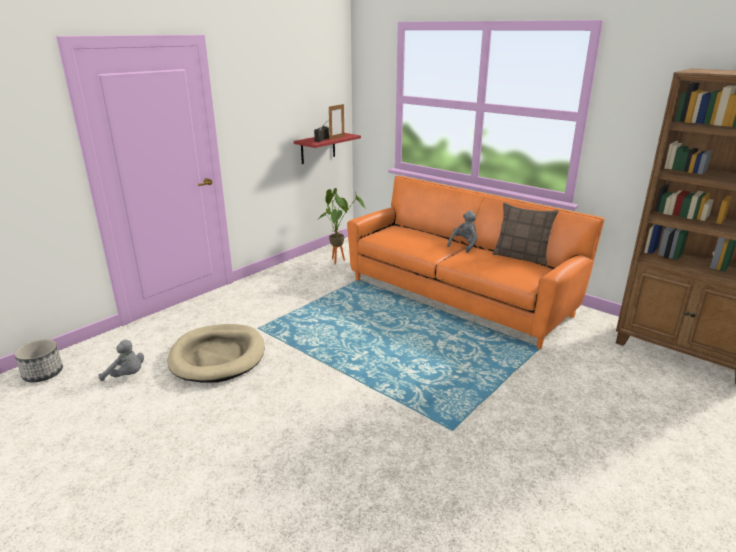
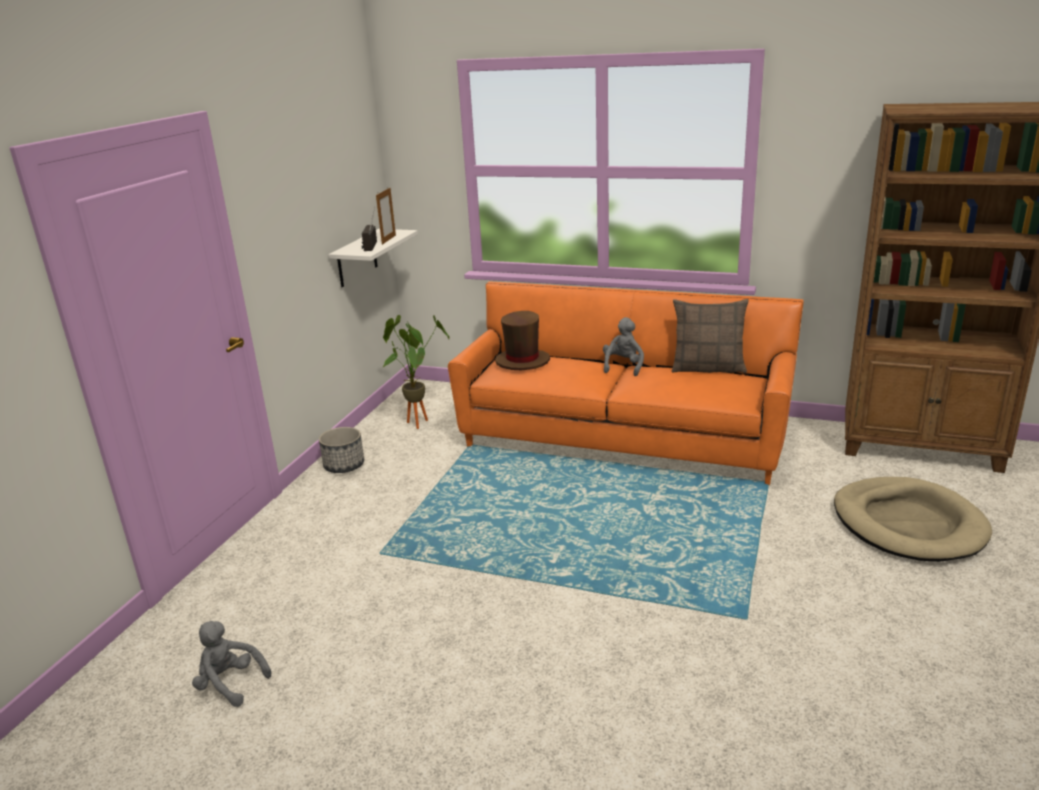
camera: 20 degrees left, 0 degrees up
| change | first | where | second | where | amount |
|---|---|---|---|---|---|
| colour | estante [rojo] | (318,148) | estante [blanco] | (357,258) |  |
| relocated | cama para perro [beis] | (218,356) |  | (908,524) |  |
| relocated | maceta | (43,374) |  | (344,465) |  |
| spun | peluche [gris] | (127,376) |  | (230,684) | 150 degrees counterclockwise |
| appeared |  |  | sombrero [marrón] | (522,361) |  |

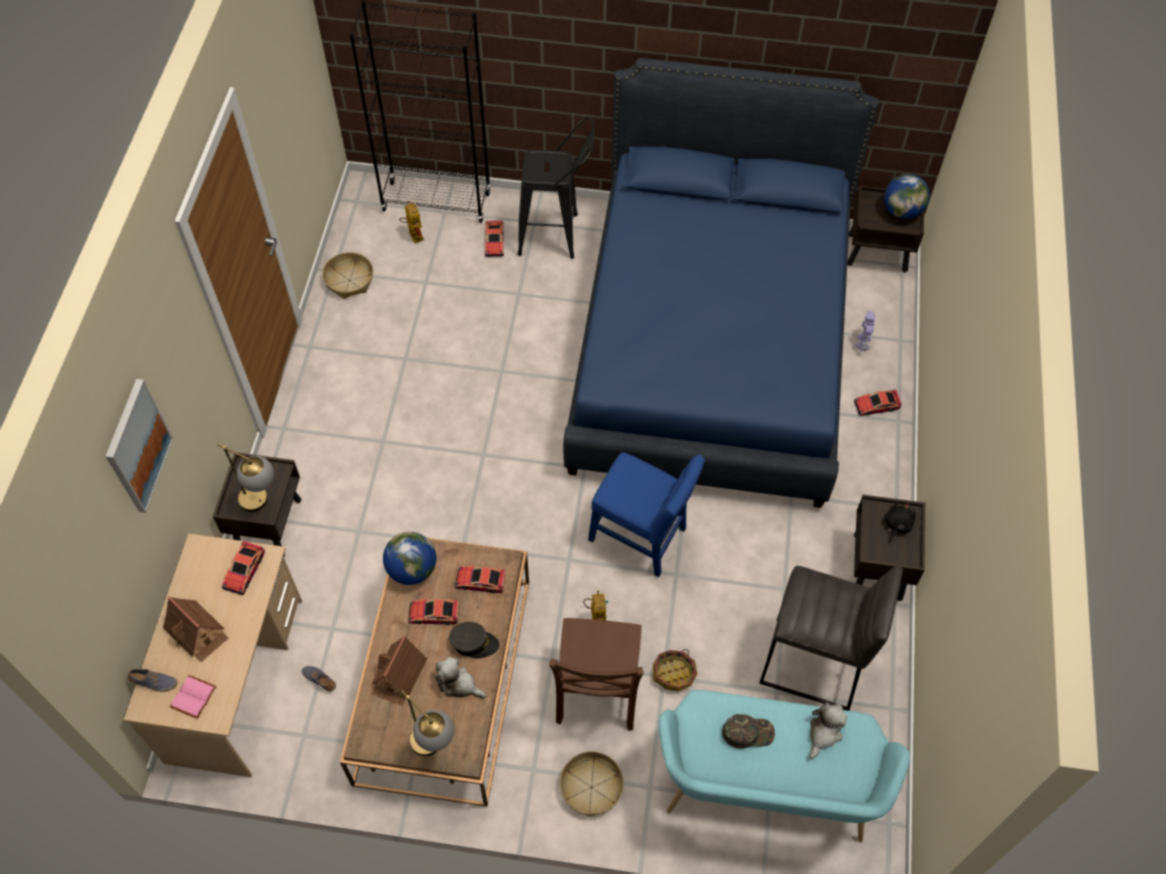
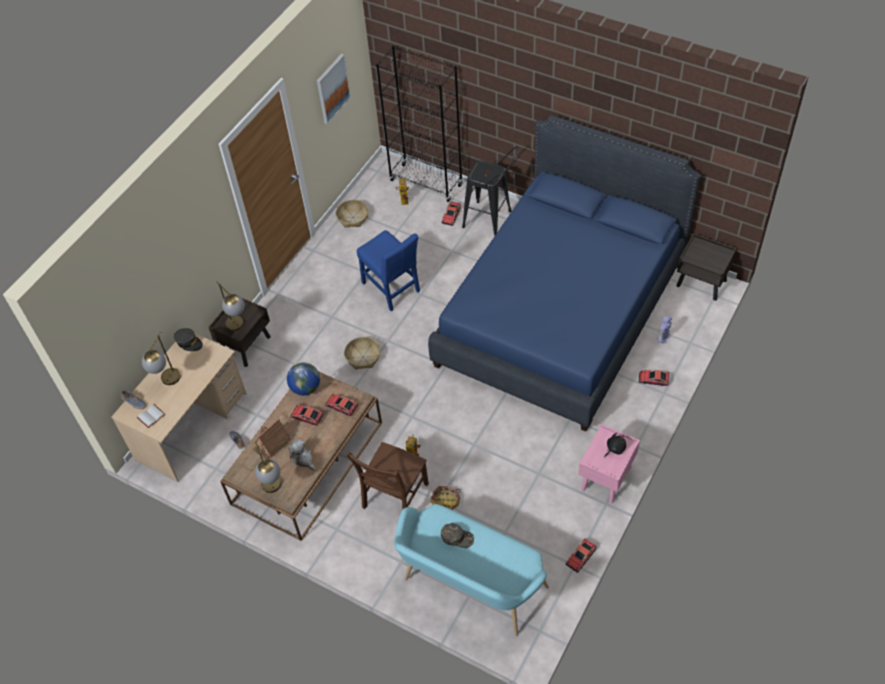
camera: 25 degrees right, 5 degrees down
| change | first | where | second | where | amount |
|---|---|---|---|---|---|
| missing | globo terráqueo | (902,211) |  |  |  |
| relocated | cuadro | (137,446) |  | (332,88) |  |
| relocated | silla [azul] | (641,537) |  | (392,289) |  |
| colour | mesita de noche [marrón] | (878,567) | mesita de noche [rosa] | (606,479) |  |
| relocated | coche de juguete | (244,571) |  | (580,557) |  |
| missing | taburete [gris] | (813,665) |  |  |  |
| exchanged | casita | (197,632) | lámpara de mesa | (168,383) |  |
| relocated | gorra [gris] | (474,643) |  | (189,342) |  |
| colour | libro [rosa] | (194,698) | libro [blanco] | (151,417) |  |
| missing | peluche | (824,733) |  |  |  |
| relocated | cesta | (591,787) |  | (363,357) |  |

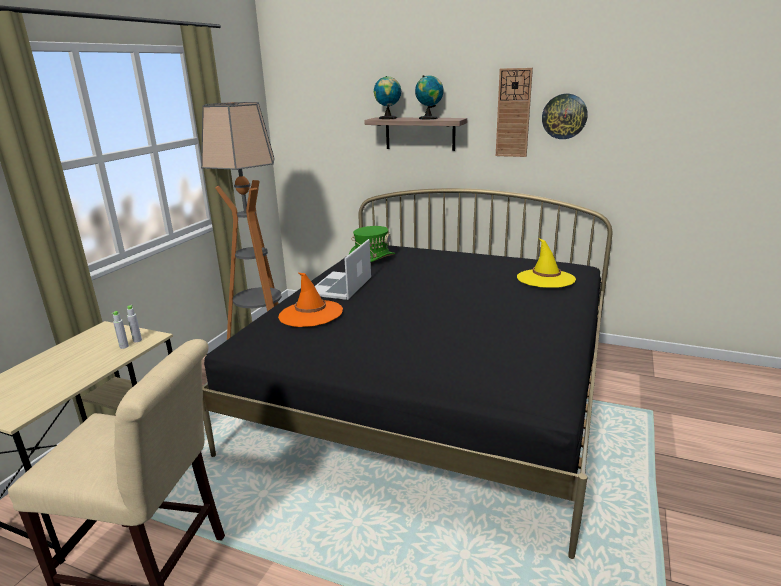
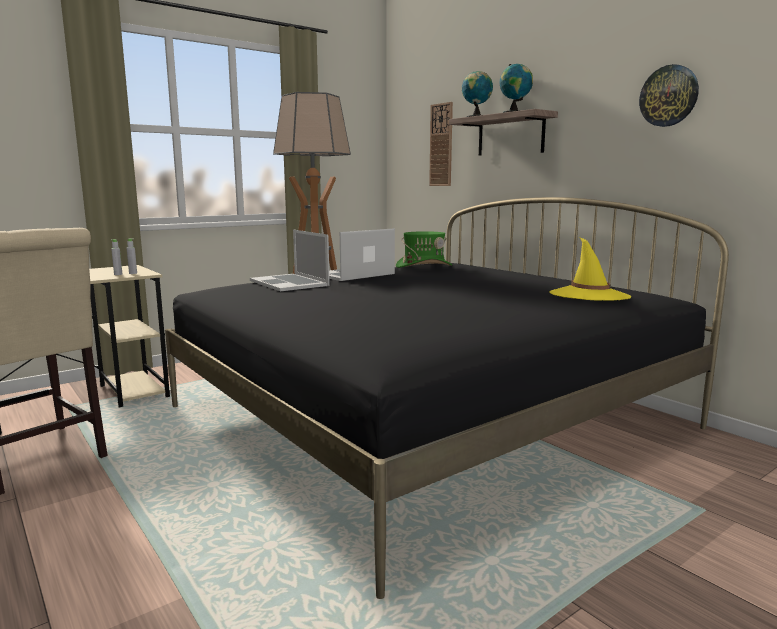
camera: 30 degrees right, 10 degrees down
| change | first | where | second | where | amount |
|---|---|---|---|---|---|
| relocated | reloj de pared | (513,113) |  | (441,145) |  |
| exchanged | sombrero [naranja] | (310,314) | portátil | (289,283) |  |

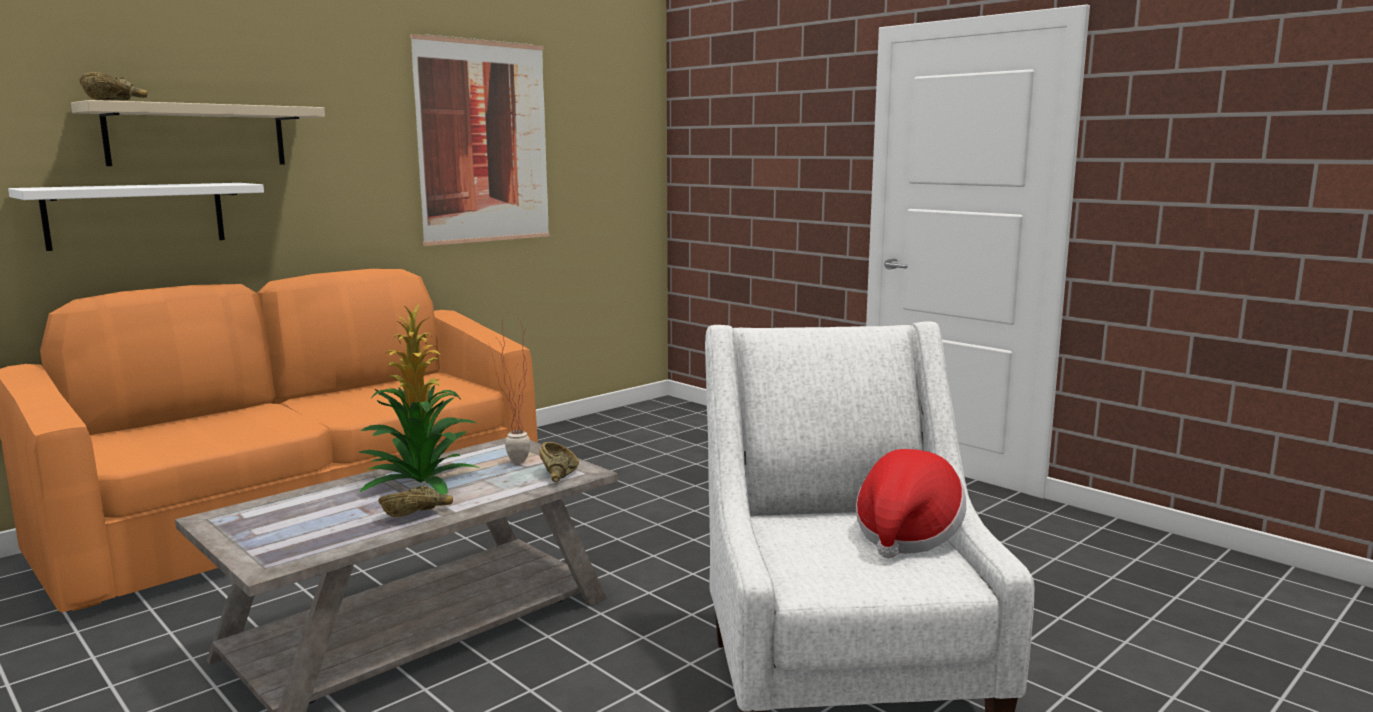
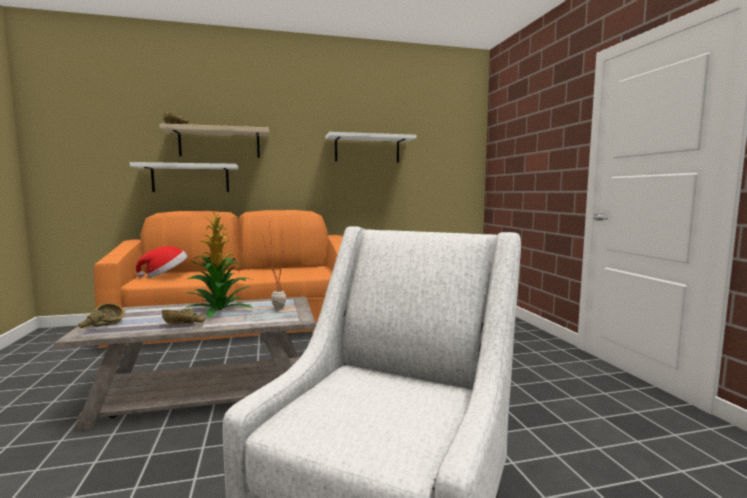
camera: 30 degrees right, 5 degrees down
| change | first | where | second | where | amount |
|---|---|---|---|---|---|
| exchanged | cuadro | (484,142) | estante [blanco] | (367,149) |  |
| relocated | cuenco [marrón] | (560,475) |  | (102,325) |  |
| relocated | sombrero | (906,536) |  | (165,276) |  |

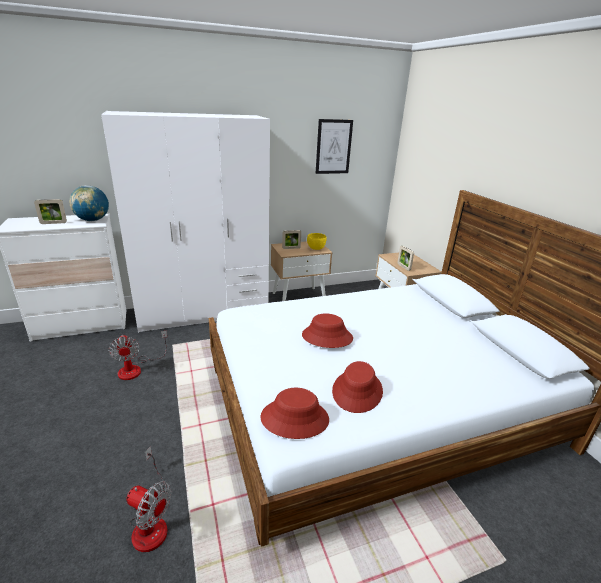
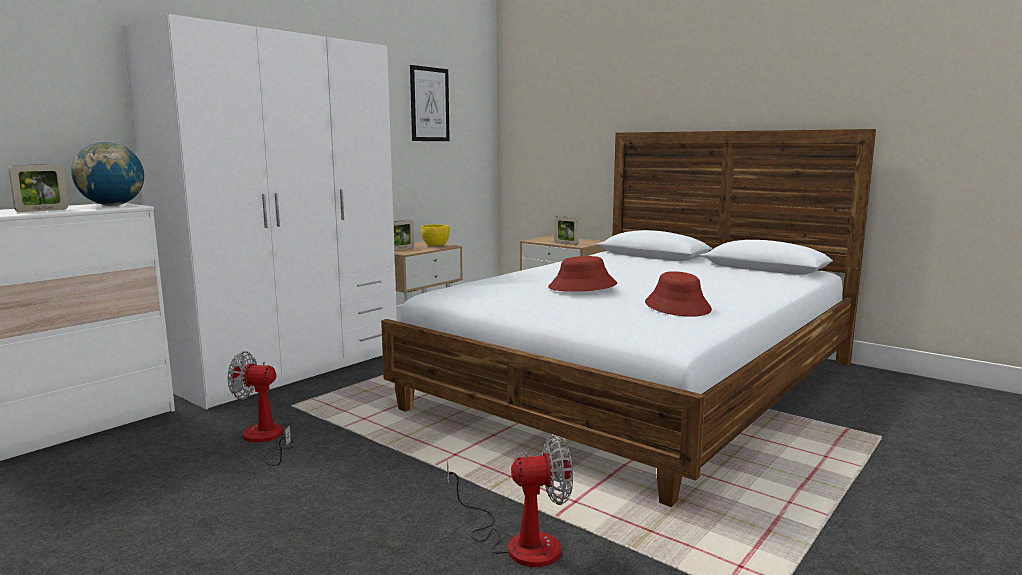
camera: 30 degrees left, 15 degrees down
| change | first | where | second | where | amount |
|---|---|---|---|---|---|
| spun | ventilador | (136,368) |  | (266,439) | 150 degrees clockwise |
| missing | sombrero [rojo] | (295,418) |  |  |  |

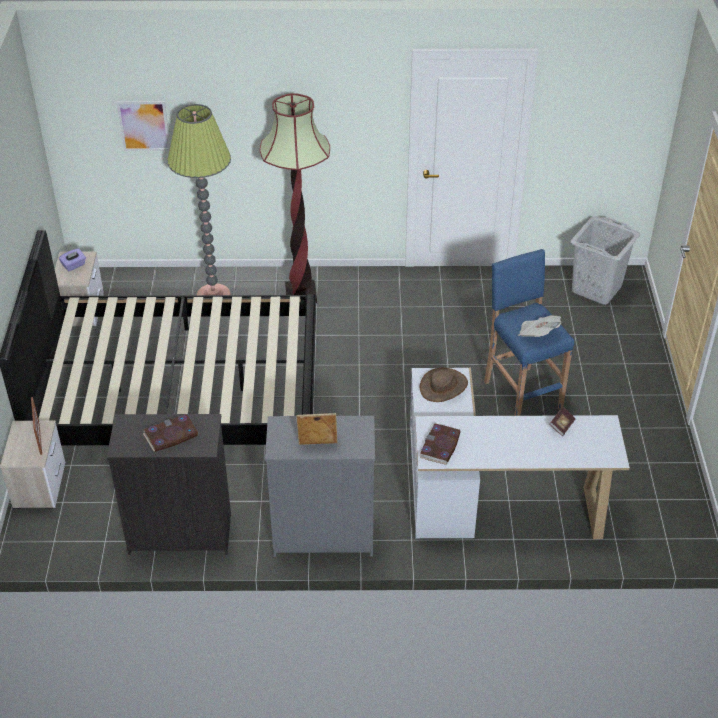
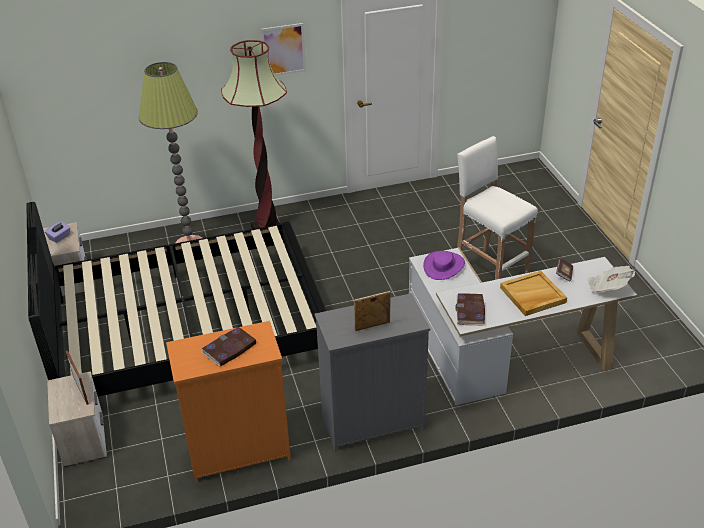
camera: 15 degrees left, 5 degrees down
| change | first | where | second | where | amount |
|---|---|---|---|---|---|
| relocated | cuadro | (144,125) |  | (283,50) |  |
| missing | cesto de la ropa [gris] | (597,289) |  |  |  |
| colour | taburete [azul] | (521,394) | taburete [blanco] | (489,270) |  |
| relocated | periódico | (537,334) |  | (608,287) |  |
| colour | sombrero [marrón] | (443,386) | sombrero [morado] | (444,266) |  |
| colour | cómoda [negro] | (179,533) | cómoda [naranja] | (237,451) |  |
| appeared |  |  | bandeja [beis] | (532,295) |  |

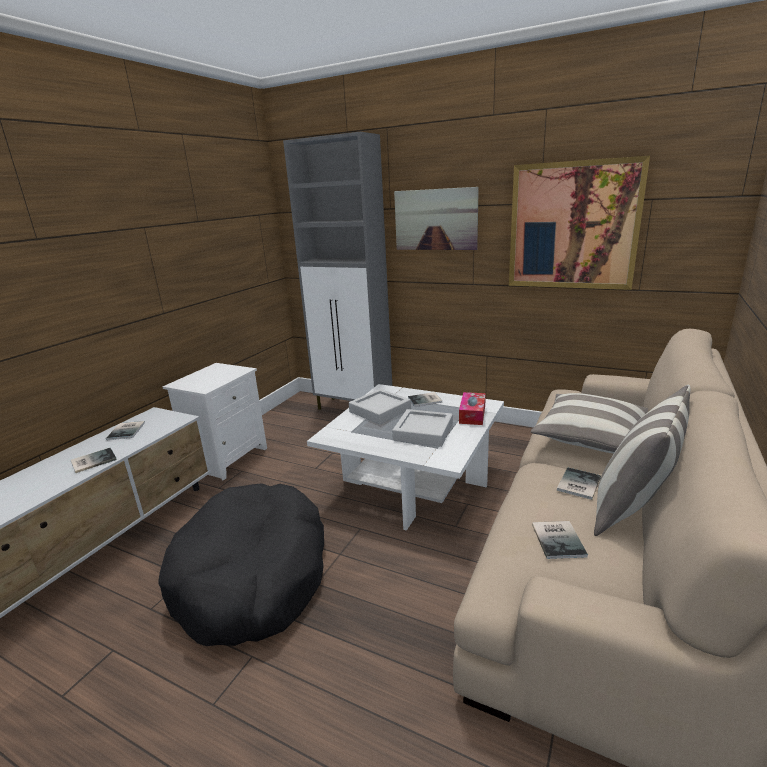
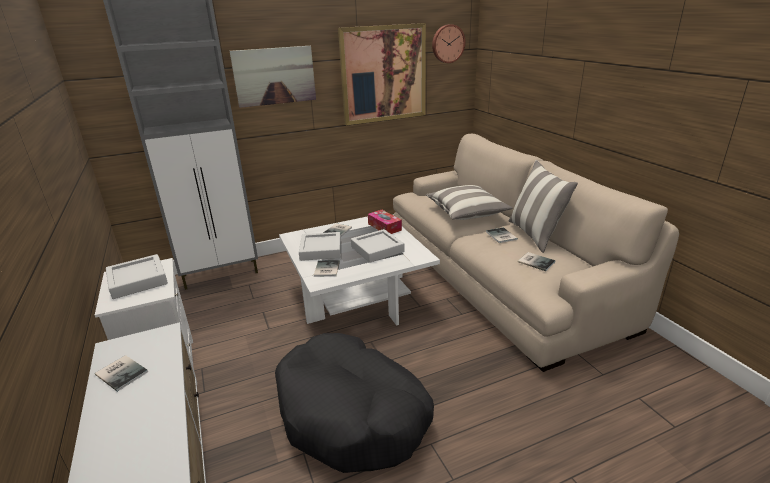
camera: 50 degrees left, 5 degrees up
| change | first | where | second | where | amount |
|---|---|---|---|---|---|
| relocated | libro | (92,461) |  | (326,269) |  |
| appeared |  |  | reloj de pared | (447,43) |  |
| appeared |  |  | bandeja [gris] | (138,280) |  |

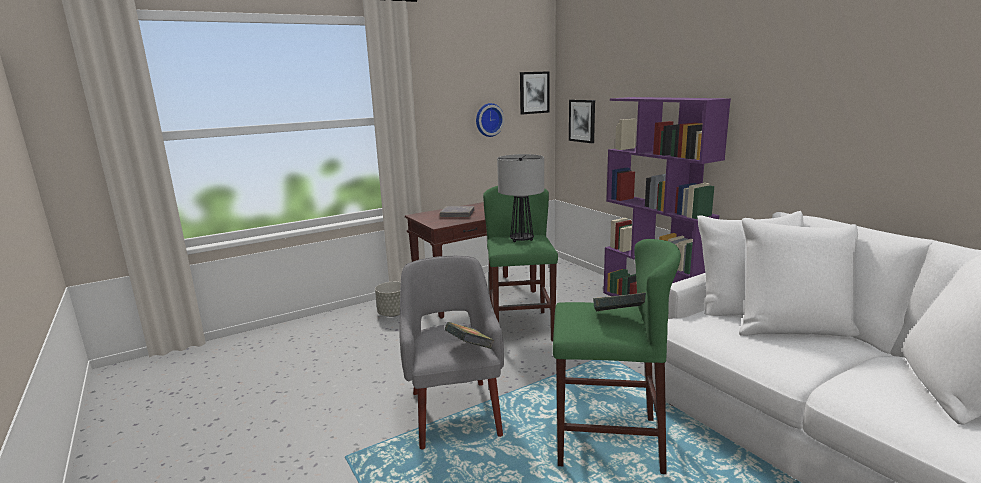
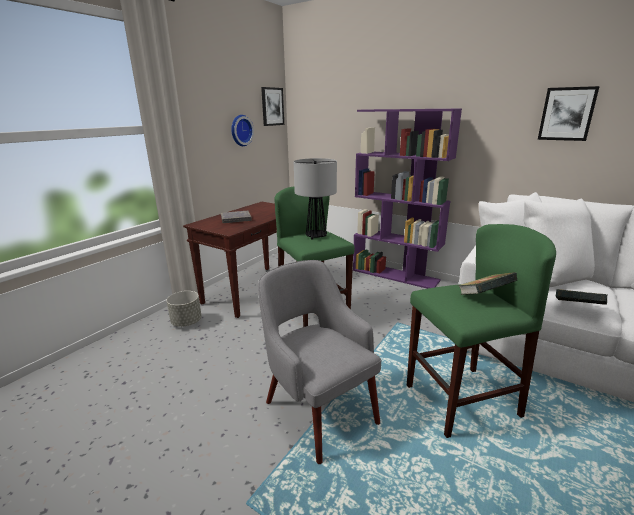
camera: 25 degrees left, 5 degrees up
| change | first | where | second | where | amount |
|---|---|---|---|---|---|
| relocated | cuadro | (582,121) |  | (566,114) |  |
| relocated | libro | (469,349) |  | (577,309) |  |

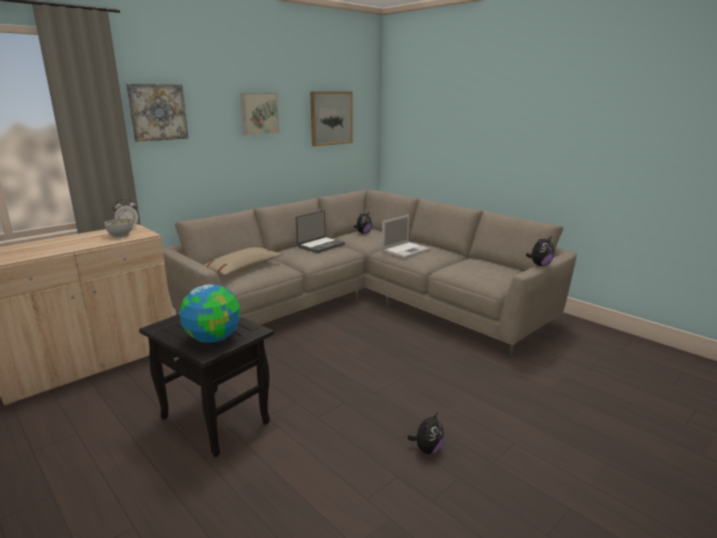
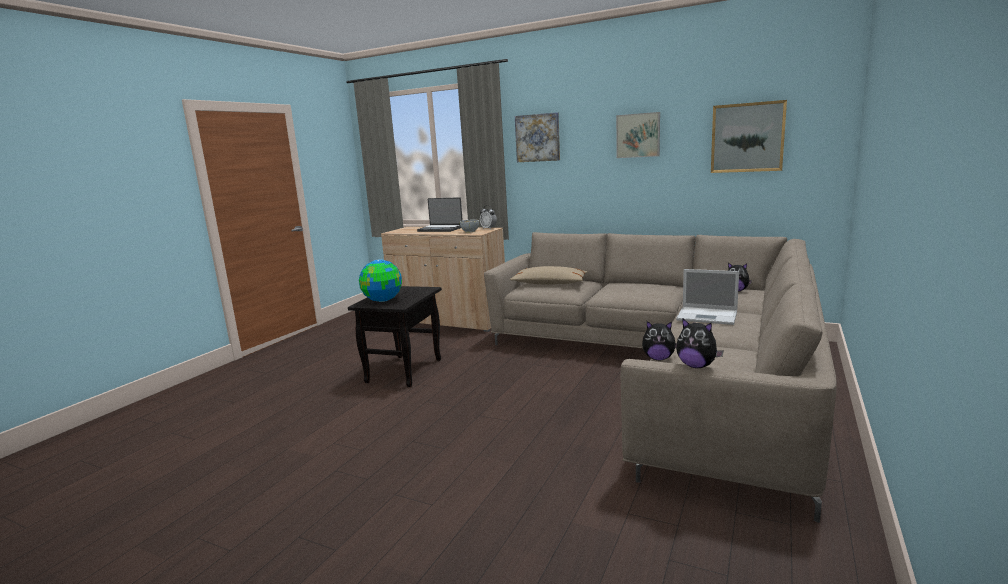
camera: 70 degrees right, 5 degrees down
| change | first | where | second | where | amount |
|---|---|---|---|---|---|
| relocated | portátil | (320,245) |  | (440,229) |  |
| relocated | peluche | (427,449) |  | (658,358) |  |

